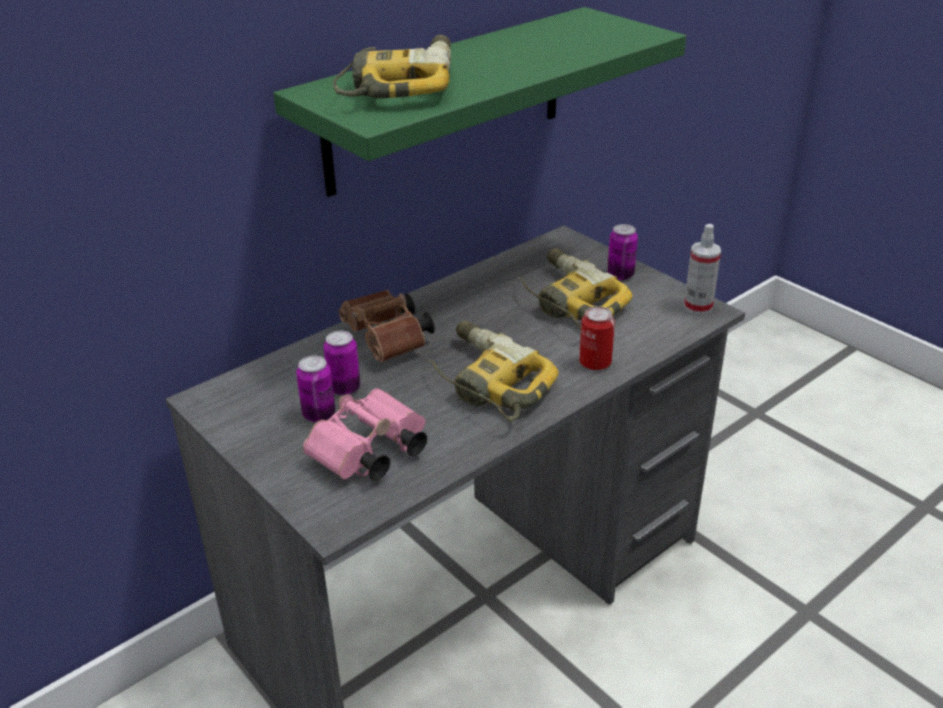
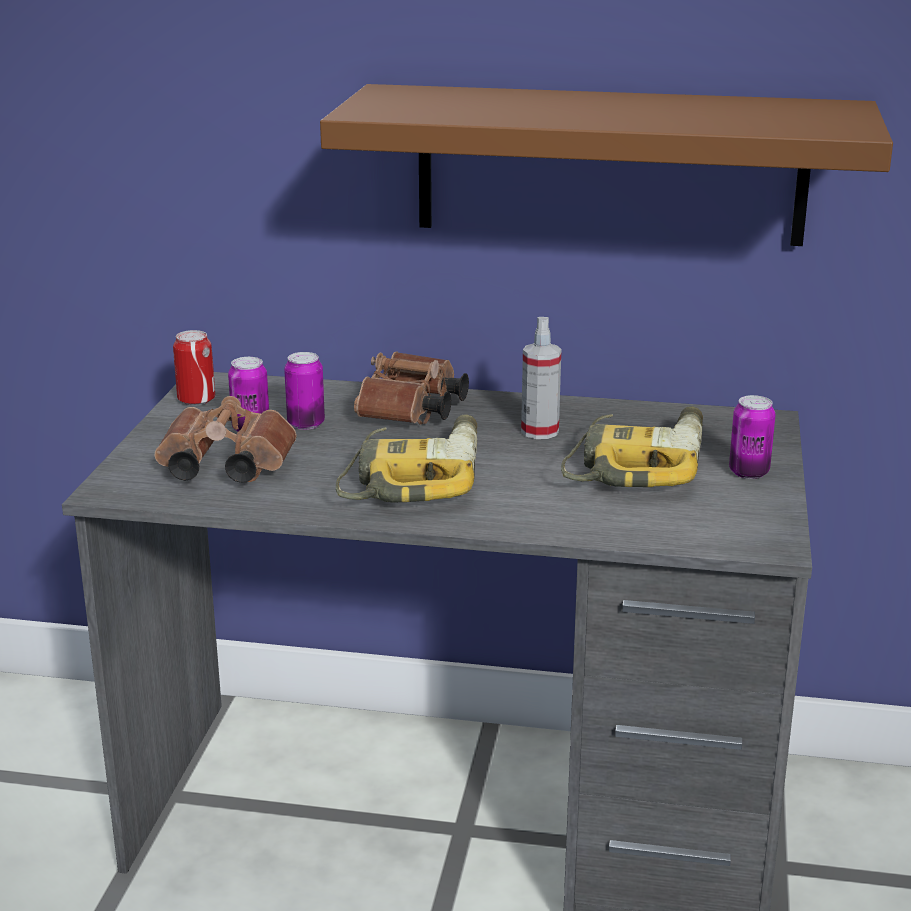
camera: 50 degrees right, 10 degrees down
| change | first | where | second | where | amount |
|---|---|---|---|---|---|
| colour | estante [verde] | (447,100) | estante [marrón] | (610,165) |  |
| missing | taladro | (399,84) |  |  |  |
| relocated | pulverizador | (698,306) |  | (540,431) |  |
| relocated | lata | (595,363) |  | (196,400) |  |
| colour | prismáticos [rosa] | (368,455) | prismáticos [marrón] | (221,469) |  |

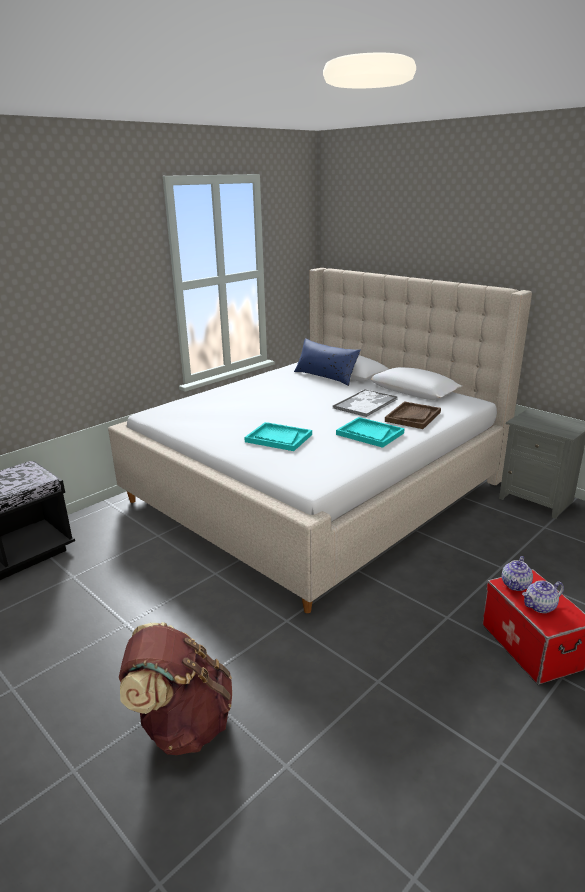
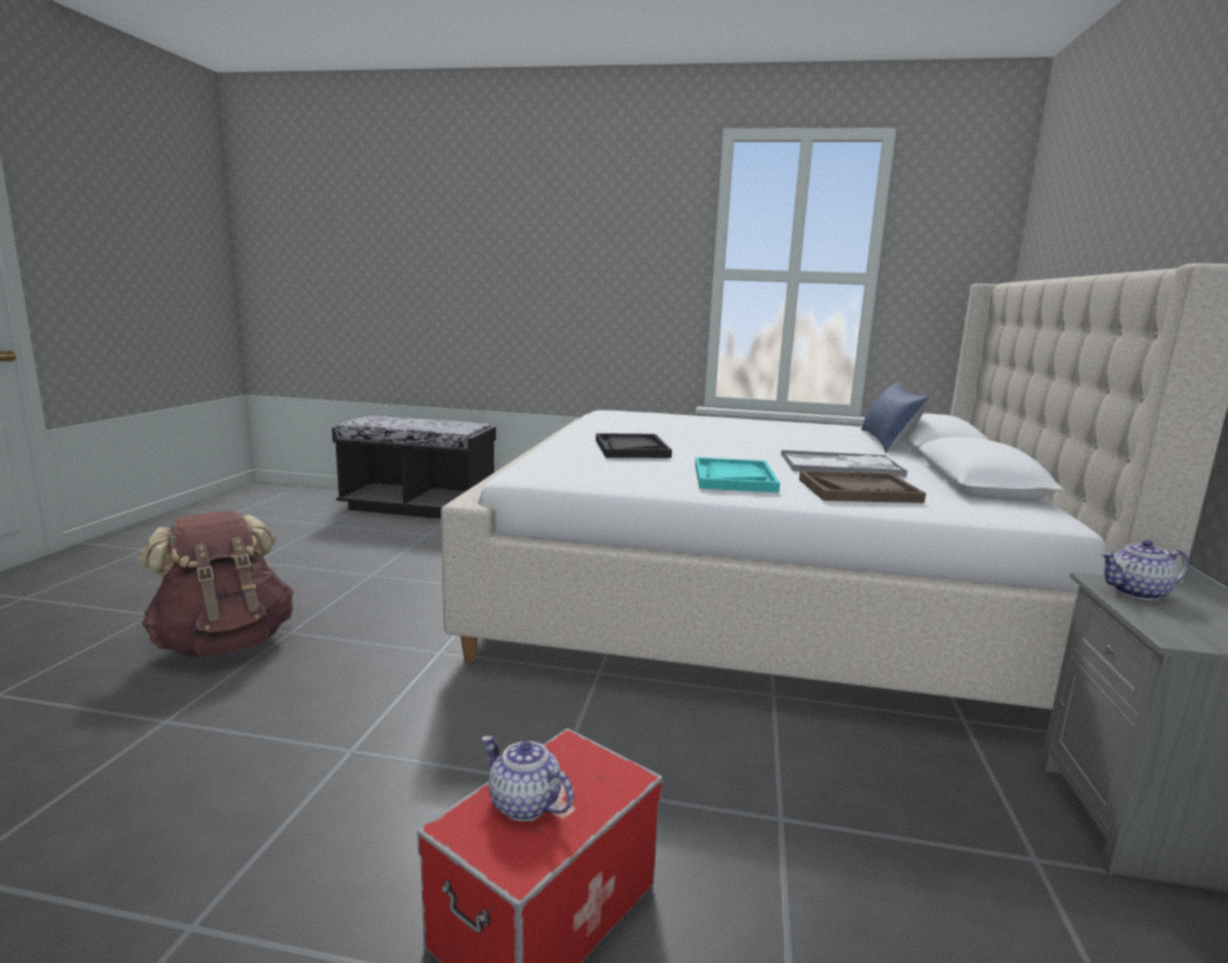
camera: 55 degrees right, 10 degrees down
| change | first | where | second | where | amount |
|---|---|---|---|---|---|
| colour | bandeja [turquesa] | (278,438) | bandeja [negro] | (631,448) |  |
| relocated | tetera | (516,585) |  | (1137,593) |  |

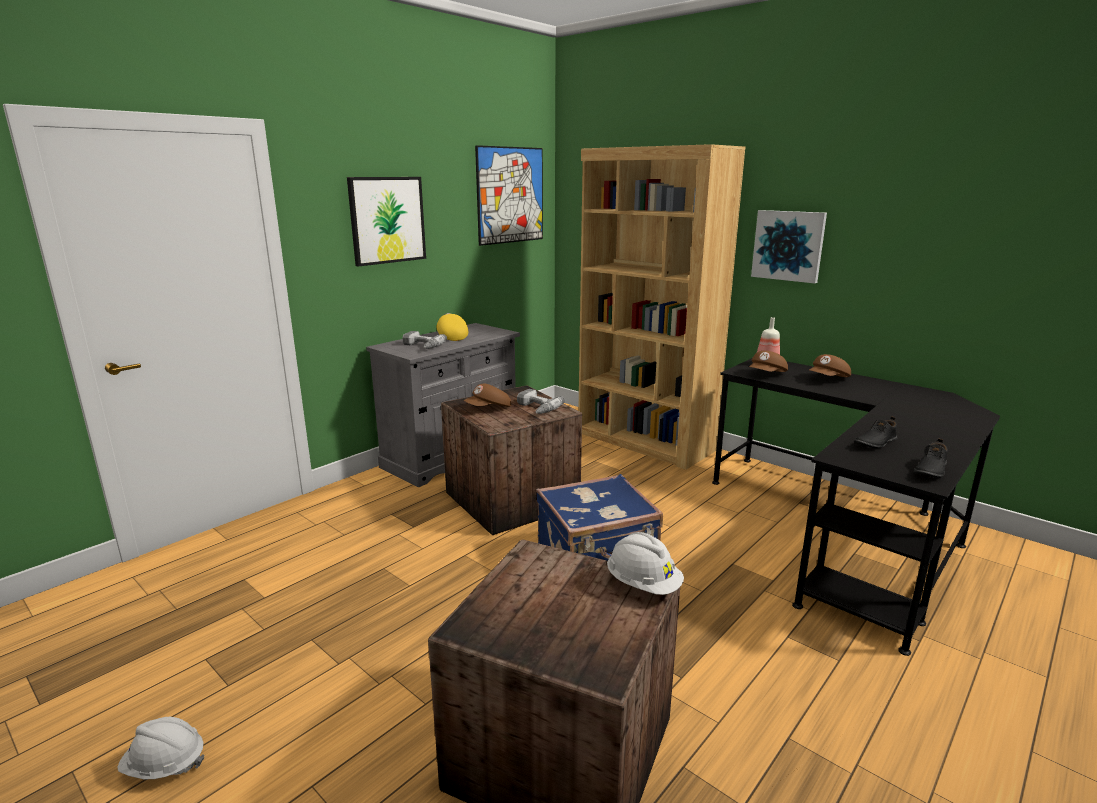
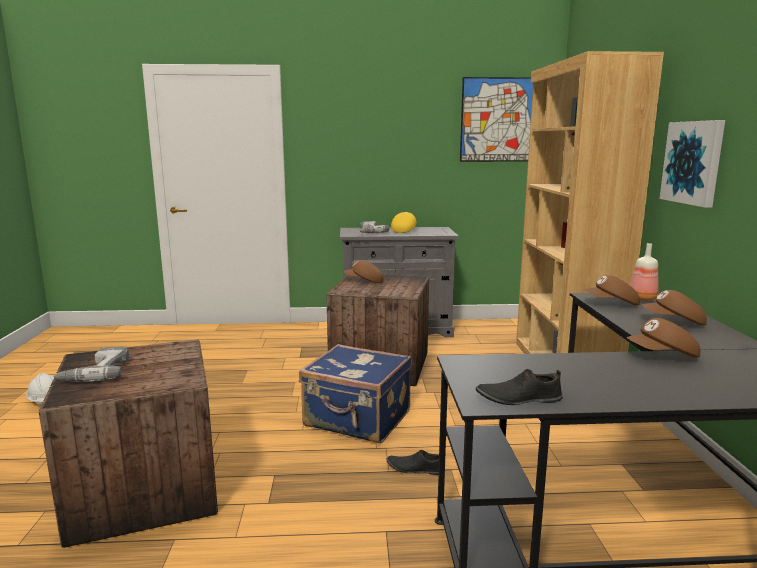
camera: 45 degrees right, 5 degrees down
| change | first | where | second | where | amount |
|---|---|---|---|---|---|
| missing | cuadro | (387,220) |  |  |  |
| relocated | taladro | (536,408) |  | (95,373) |  |
| relocated | zapato [negro] | (875,442) |  | (415,468) |  |
| missing | casco [blanco] | (643,584) |  |  |  |
| appeared |  |  | gorra [marrón] | (663,356) |  |

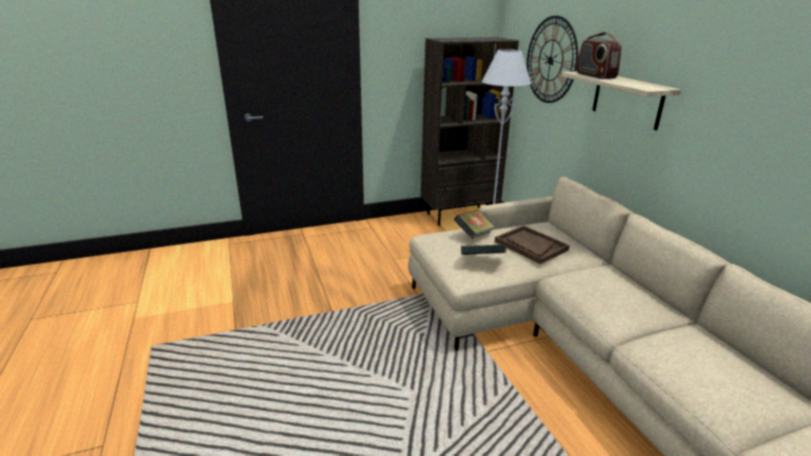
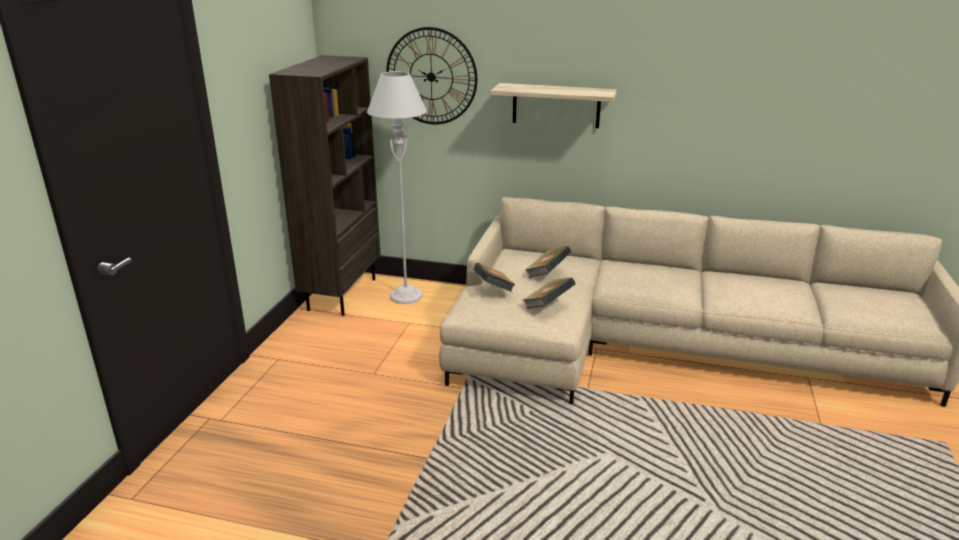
camera: 55 degrees left, 0 degrees up
| change | first | where | second | where | amount |
|---|---|---|---|---|---|
| missing | radio | (595,76) |  |  |  |
| exchanged | bandeja [marrón] | (530,246) | libro | (547,274) |  |

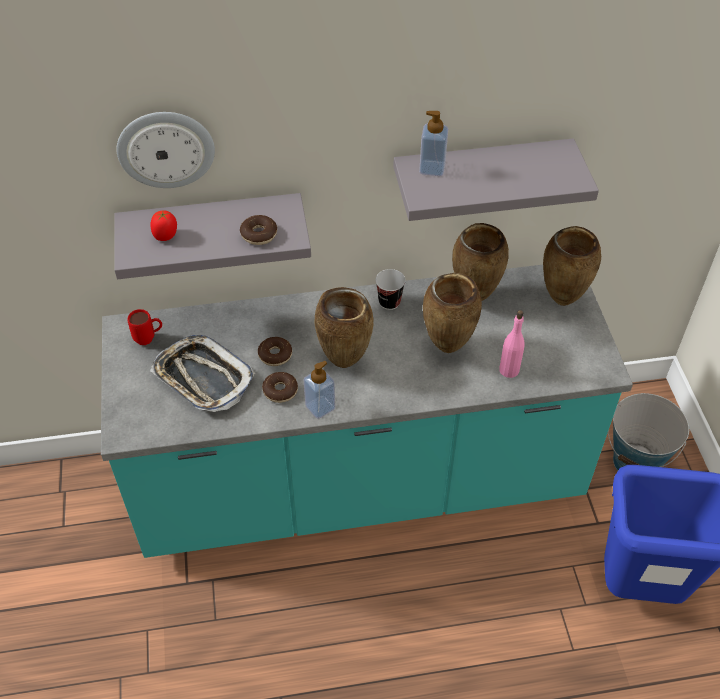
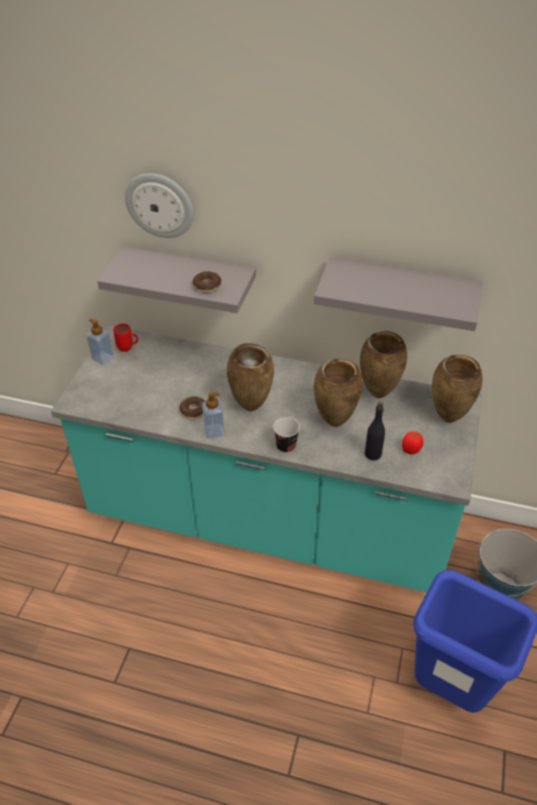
camera: 25 degrees right, 5 degrees down
| change | first | where | second | where | amount |
|---|---|---|---|---|---|
| relocated | dispensador de jabón | (432,168) |  | (103,358) |  |
| relocated | tomate | (166,236) |  | (411,450) |  |
| relocated | taza | (389,302) |  | (286,446) |  |
| colour | botella [rosa] | (509,370) | botella [negro] | (372,454) |  |
| missing | bandeja | (203,378) |  |  |  |
| missing | rosquilla | (275,355) |  |  |  |

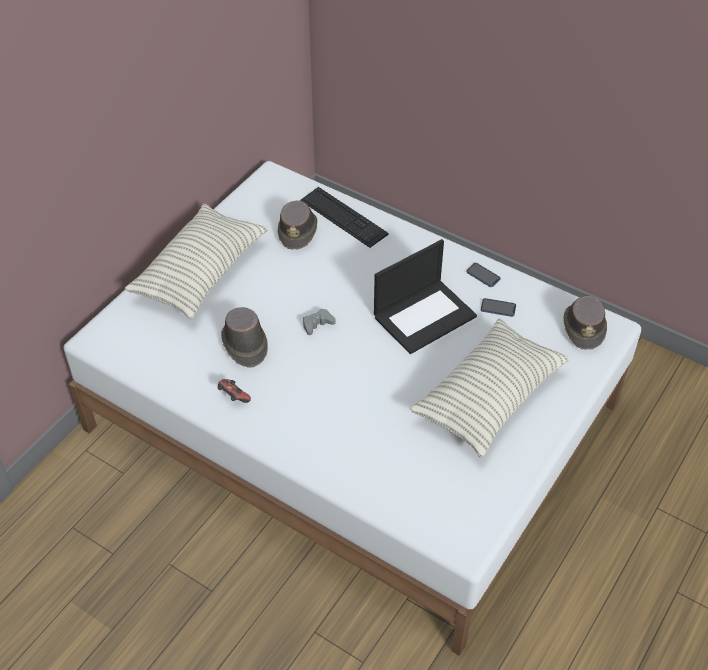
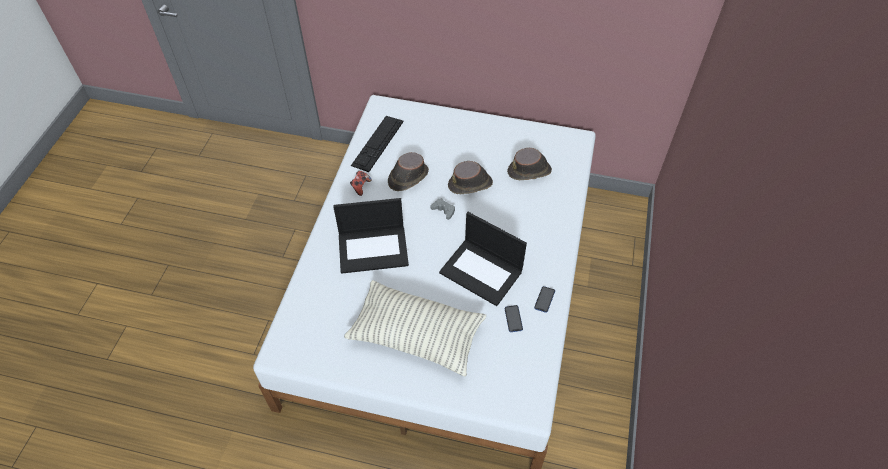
camera: 70 degrees right, 5 degrees up
| change | first | where | second | where | amount |
|---|---|---|---|---|---|
| relocated | teclado | (343,217) |  | (377,143) |  |
| missing | cojín | (200,273) |  |  |  |
| relocated | sombrero [marrón] | (584,327) |  | (470,184) |  |
| appeared |  |  | portátil | (374,249) |  |

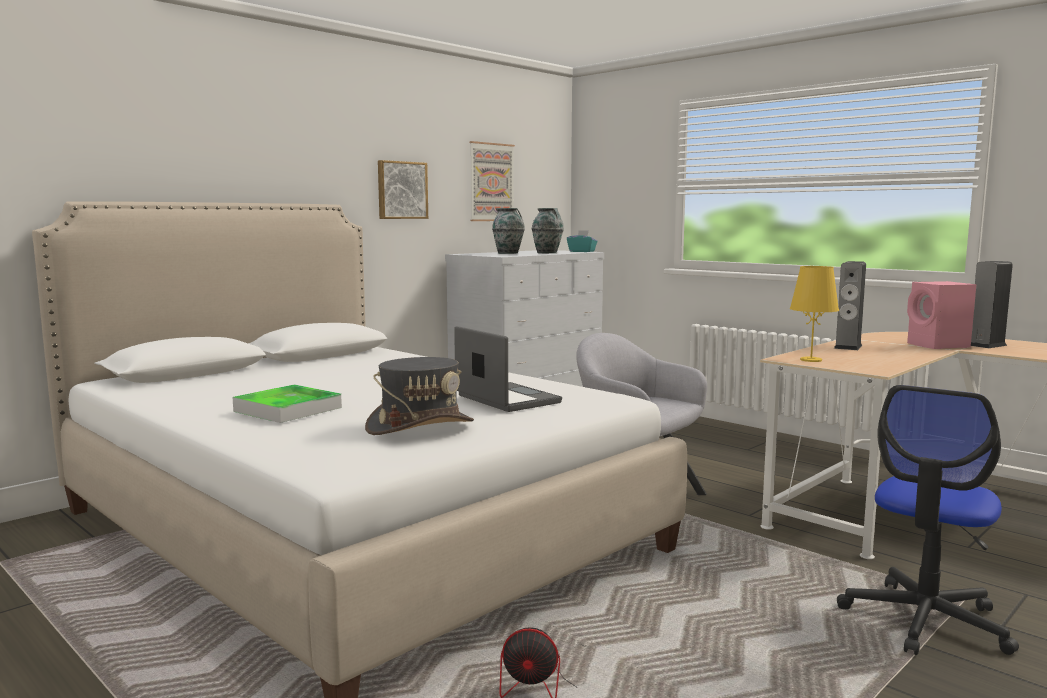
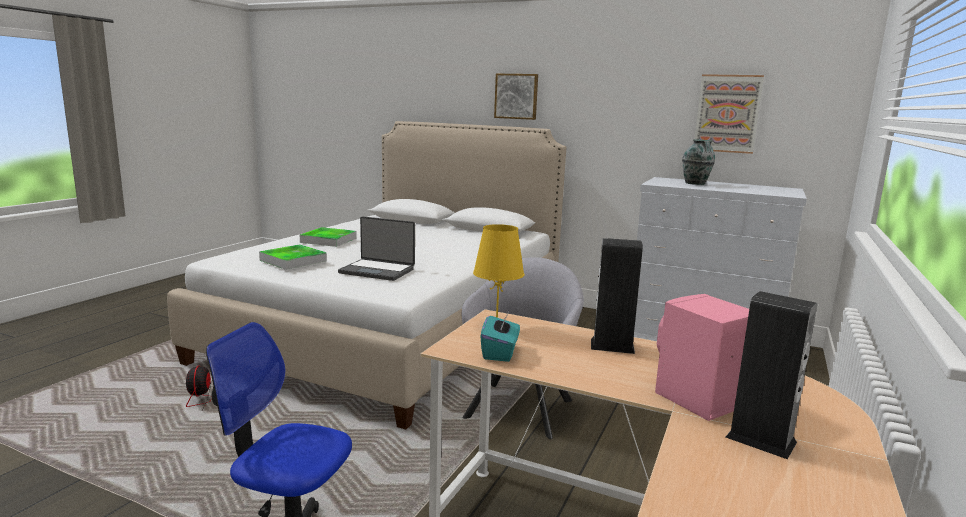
camera: 70 degrees right, 5 degrees up
| change | first | where | second | where | amount |
|---|---|---|---|---|---|
| relocated | cuadro | (401,190) |  | (516,96) |  |
| missing | florero | (547,253) |  |  |  |
| relocated | caja de pañuelos [turquesa] | (582,251) |  | (500,352) |  |
| spun | portátil | (505,399) |  | (378,271) | 75 degrees clockwise |
| exchanged | sombrero [gris] | (420,426) | bandeja | (293,260) |  |

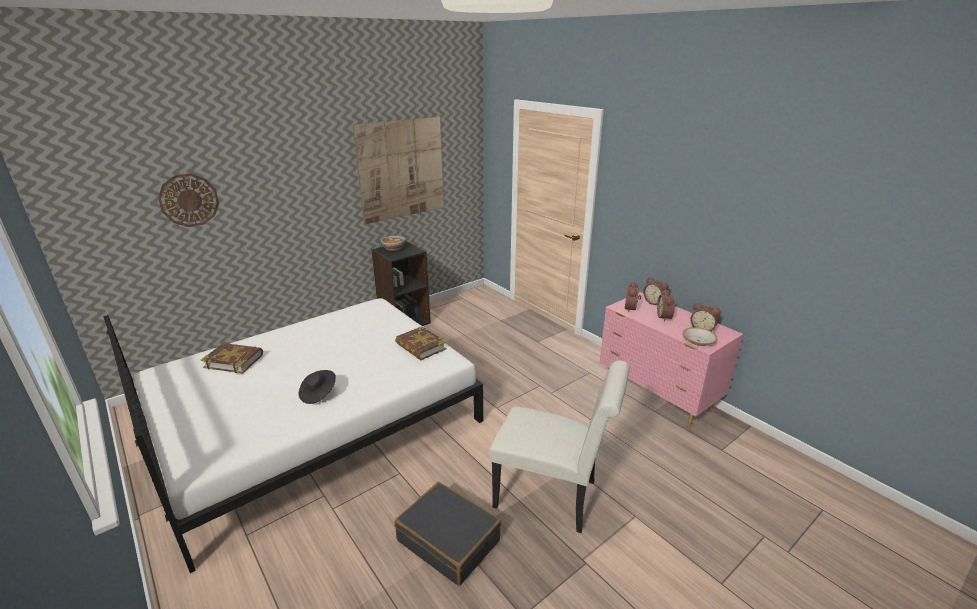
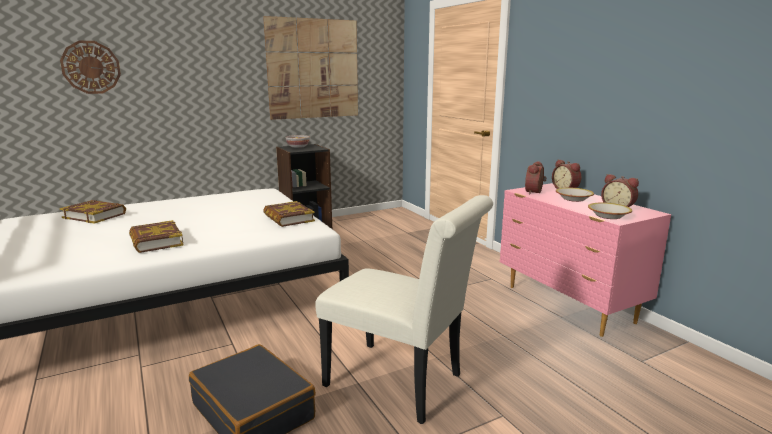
camera: 10 degrees right, 10 degrees down
| change | first | where | second | where | amount |
|---|---|---|---|---|---|
| exchanged | despertador | (665,317) | cuenco | (574,199) |  |
| exchanged | sombrero [negro] | (318,394) | libro | (156,241) |  |

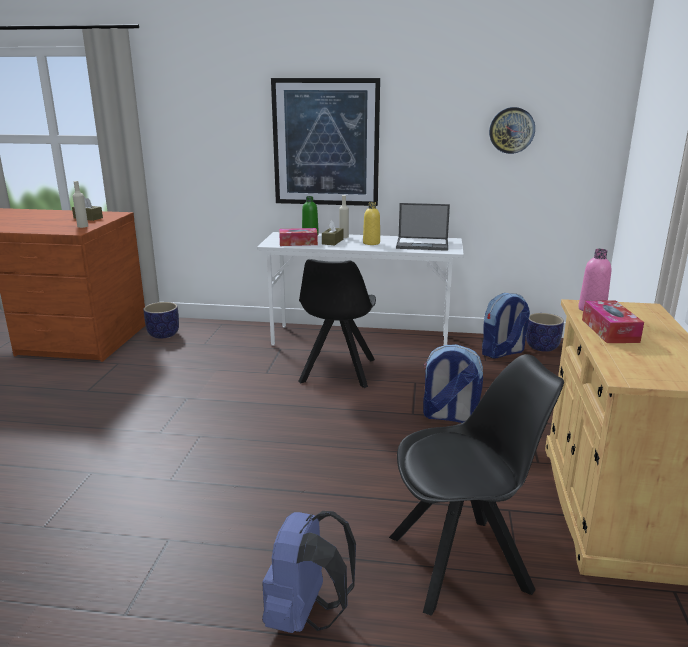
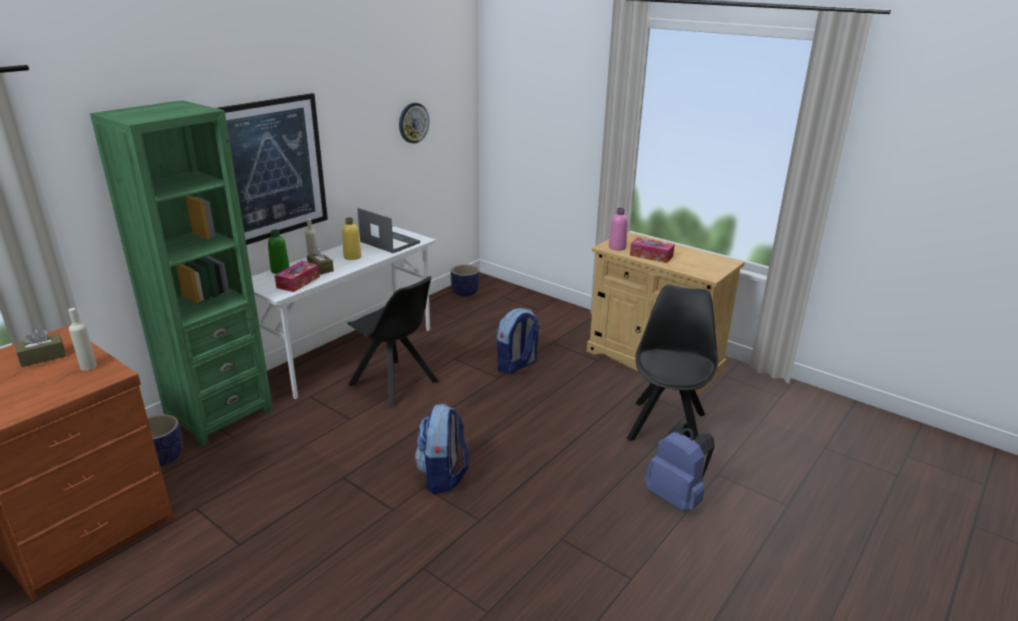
camera: 60 degrees left, 5 degrees up
| change | first | where | second | where | amount |
|---|---|---|---|---|---|
| spun | portátil | (423,244) |  | (389,242) | 90 degrees counterclockwise |
| relocated | mochila | (502,353) |  | (443,476) |  |
| appeared |  |  | estantería [verde] | (219,415) |  |

